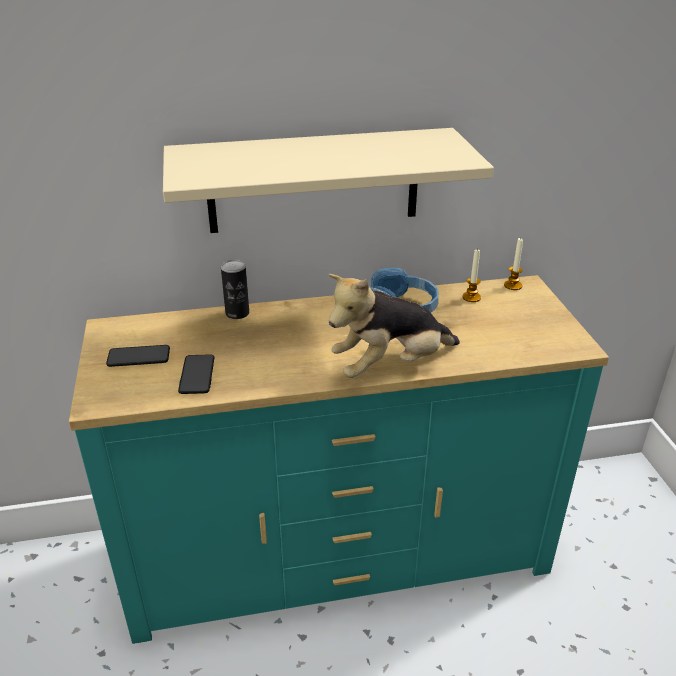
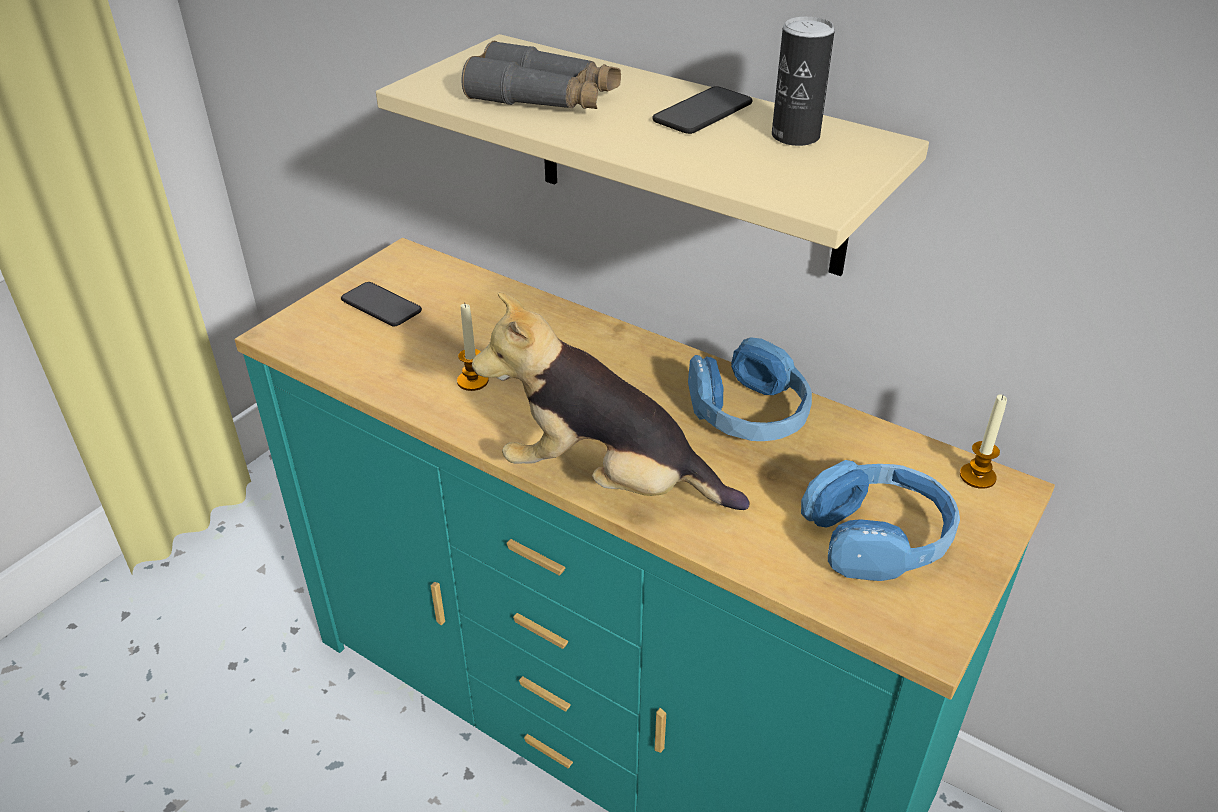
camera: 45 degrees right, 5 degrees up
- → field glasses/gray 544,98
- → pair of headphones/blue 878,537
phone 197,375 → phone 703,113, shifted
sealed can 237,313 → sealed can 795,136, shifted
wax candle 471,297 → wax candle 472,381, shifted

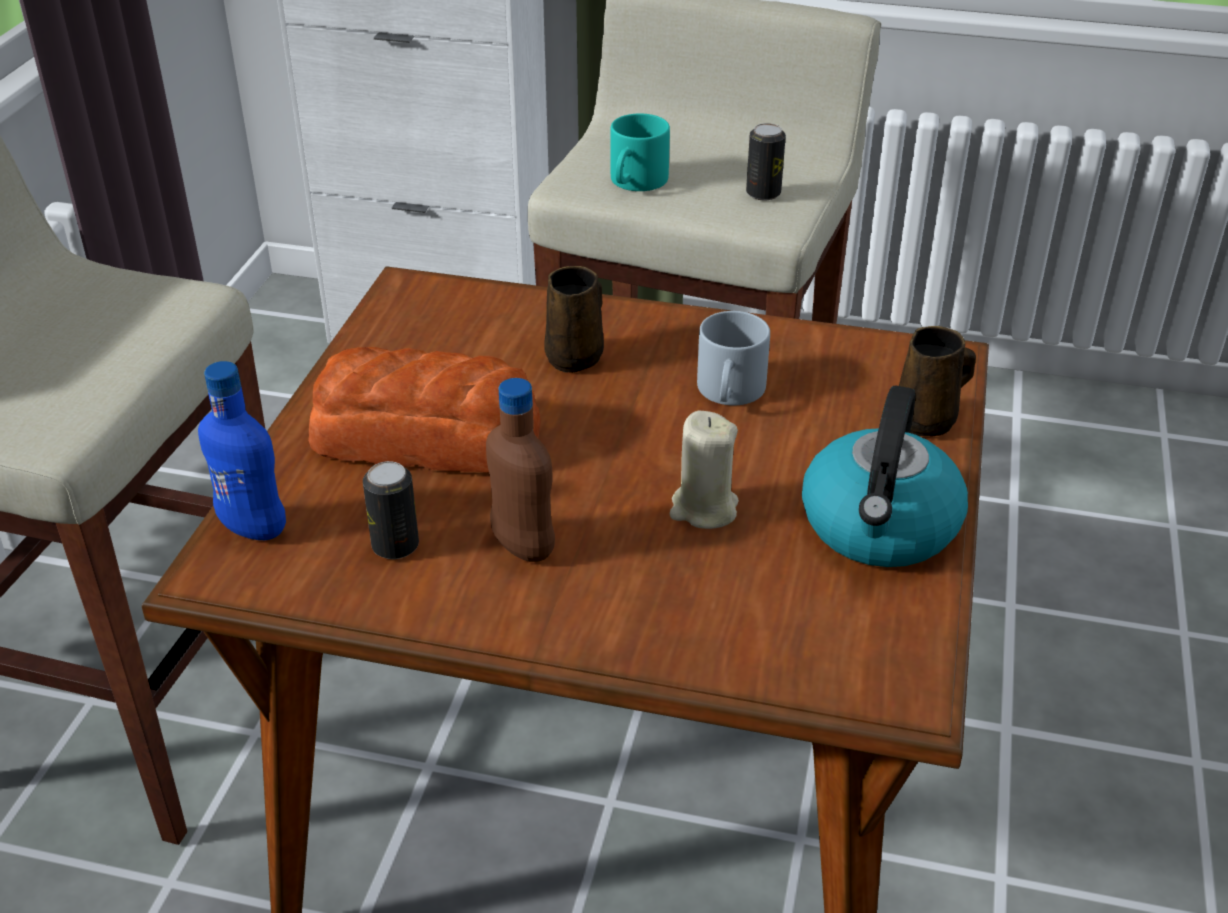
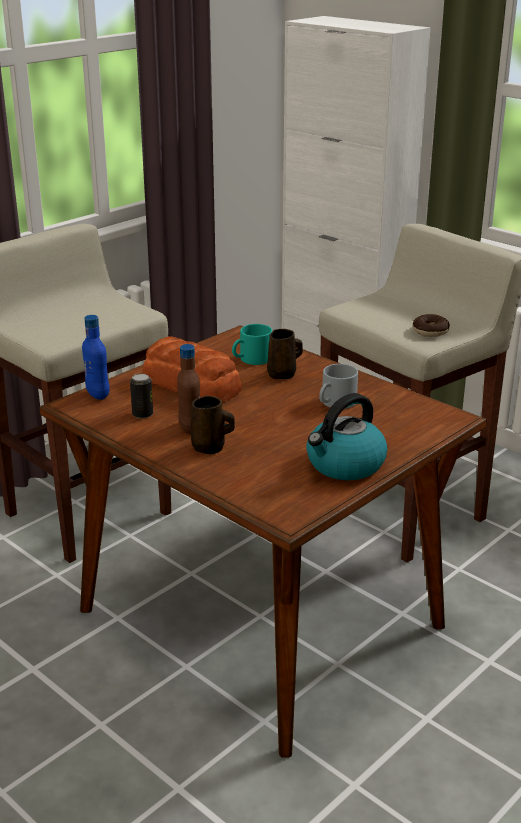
camera: 30 degrees right, 10 degrees down
wax candle/beige 703,509 → -
mug/turquoise-coloured 636,183 → mug/turquoise-coloured 251,360, shifted
mug/brownish 927,421 → mug/brownish 210,448, shifted
sealed can 763,193 → doughnut 430,331

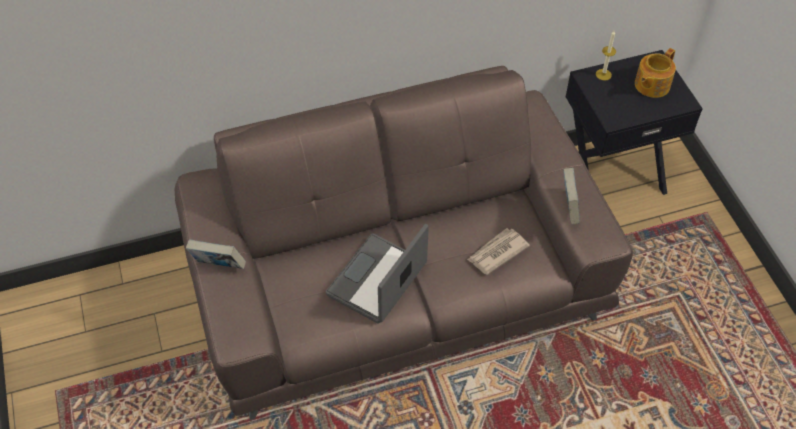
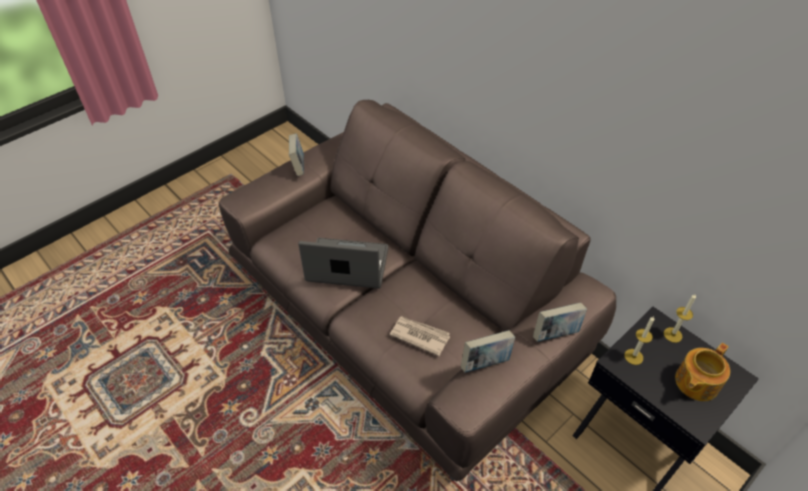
camera: 65 degrees right, 5 degrees down
- → bound book 556,334
- → wax candle 633,356
pot for tea 651,85 → pot for tea 695,382, 60 degrees counterclockwise

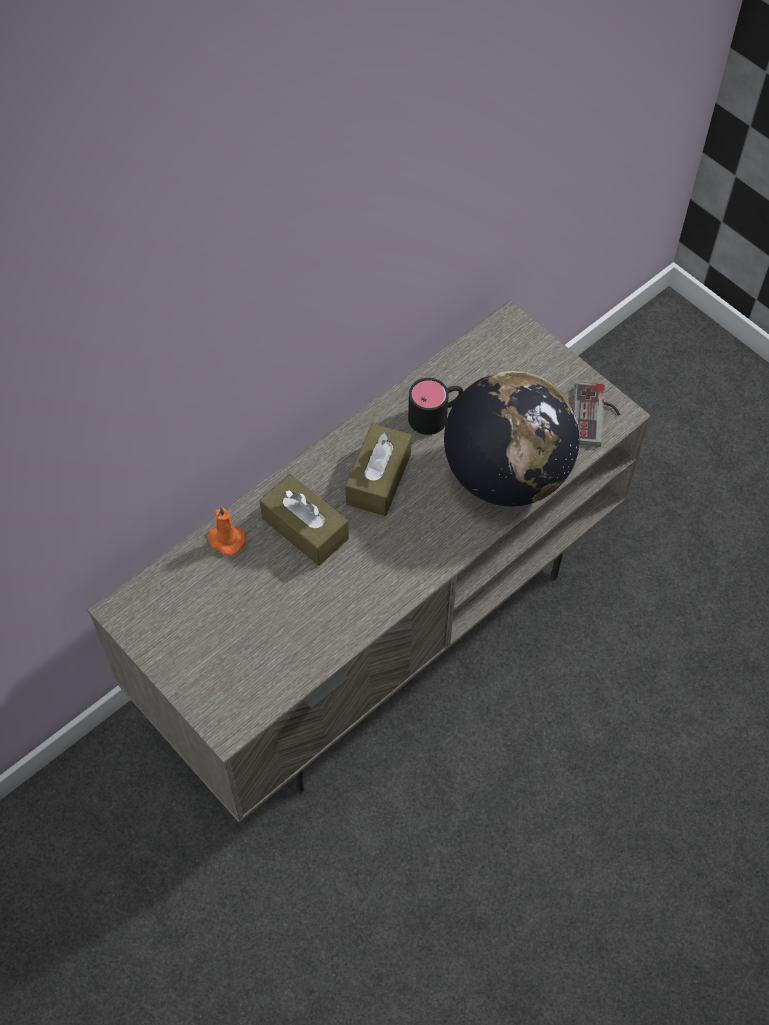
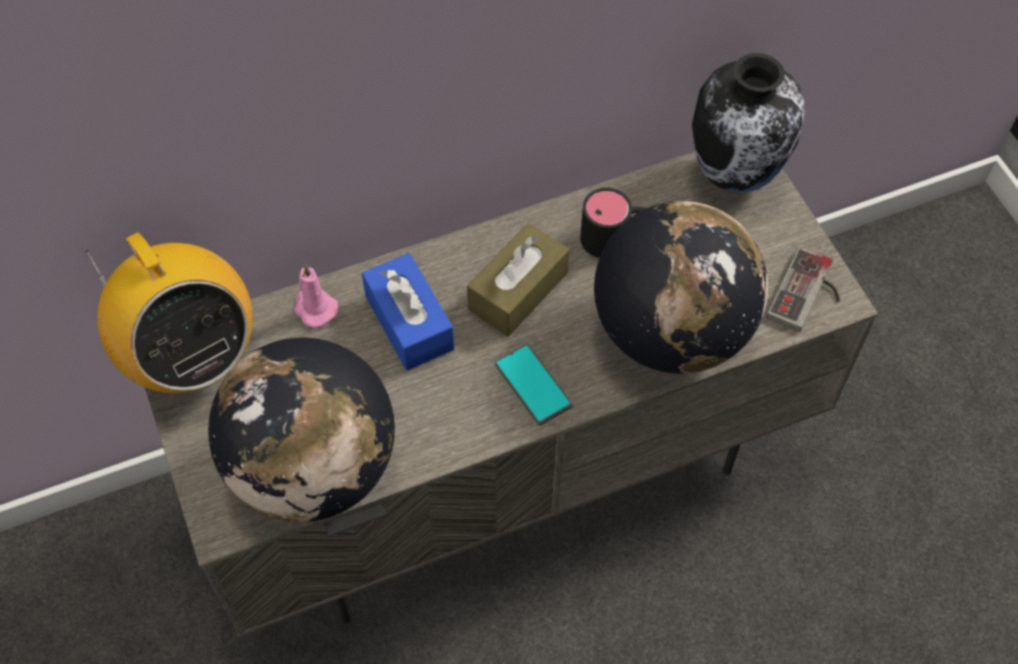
camera: 20 degrees right, 0 degrees up
- → radio set 192,358
- → world globe 314,469
- → phone 533,385
- → decorative vase 735,176
wax candle/orangey 225,540 → wax candle/pink 314,308
tissue holder/brownish 305,528 → tissue holder/blue 409,322

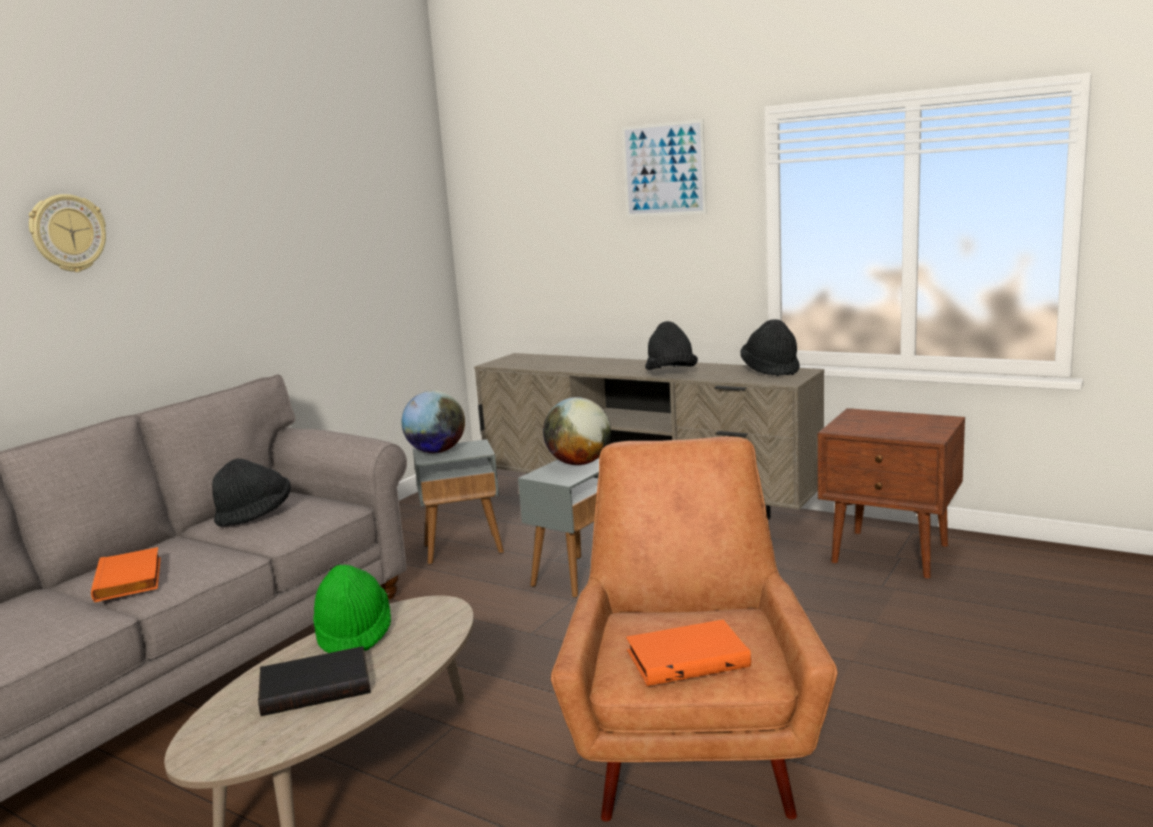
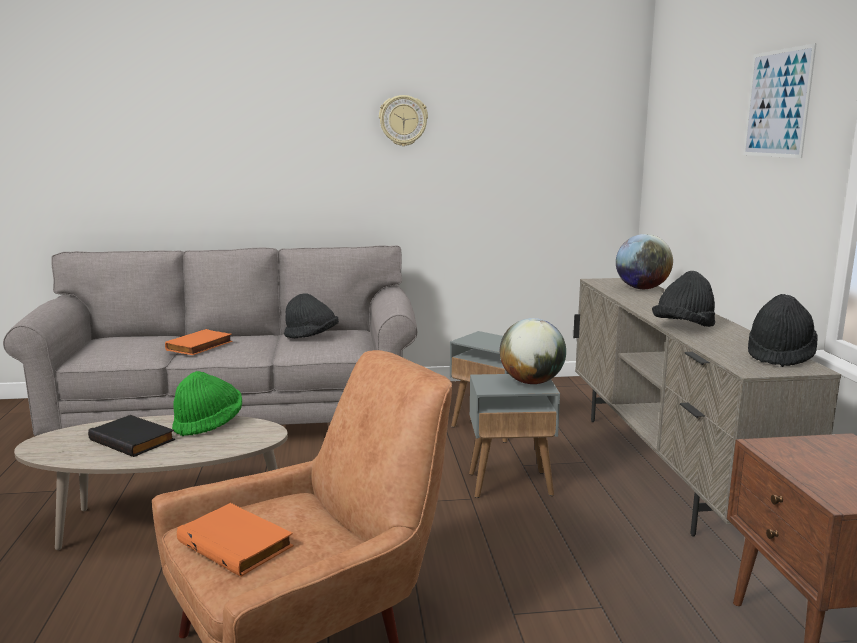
camera: 50 degrees right, 0 degrees up
wall clock 68,233 → wall clock 403,120, shifted
world globe 436,451 → world globe 642,288, shifted

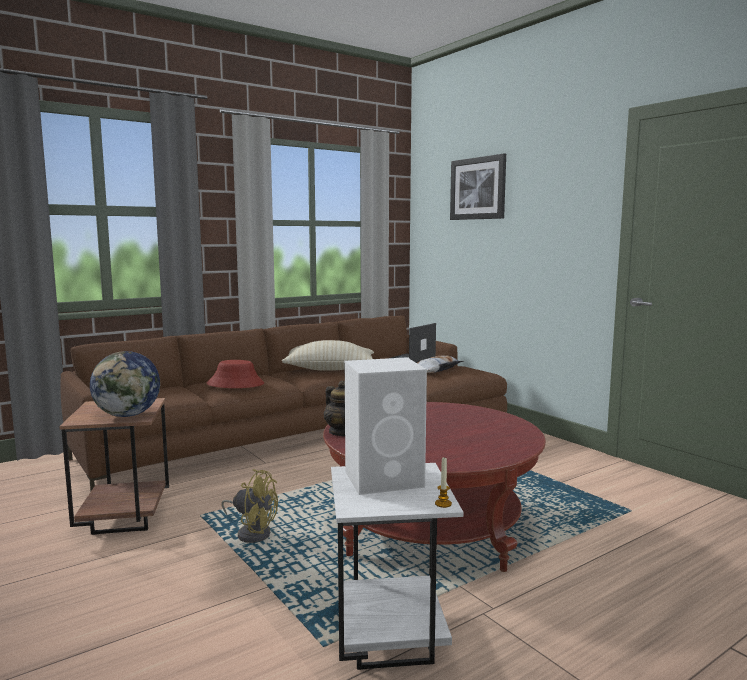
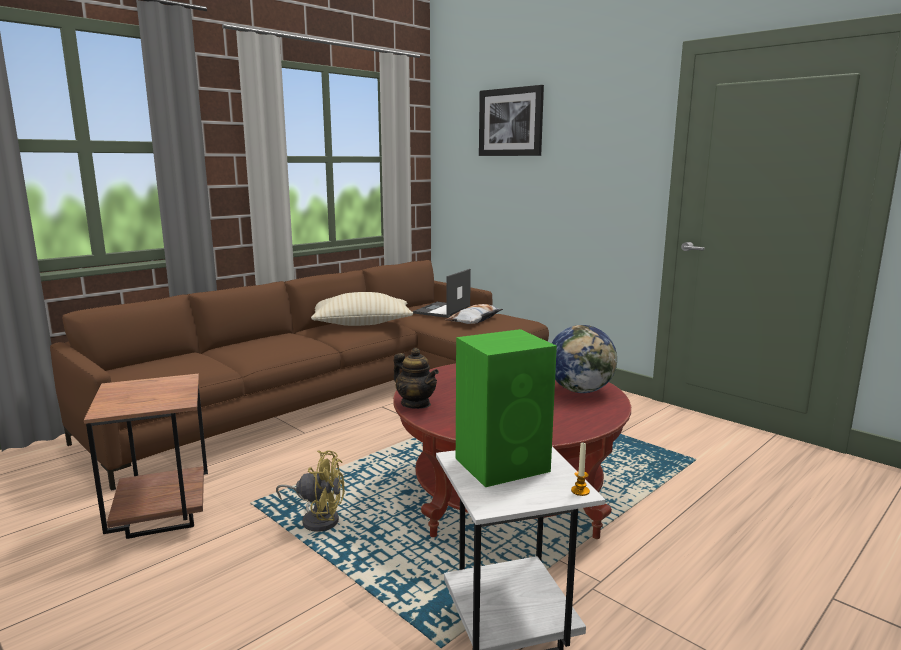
camera: 10 degrees left, 5 degrees up
wearable hat/red 235,384 → -
world globe 128,415 → world globe 580,390, shifted
speaker/white-coloured 386,479 → speaker/green-coloured 504,464

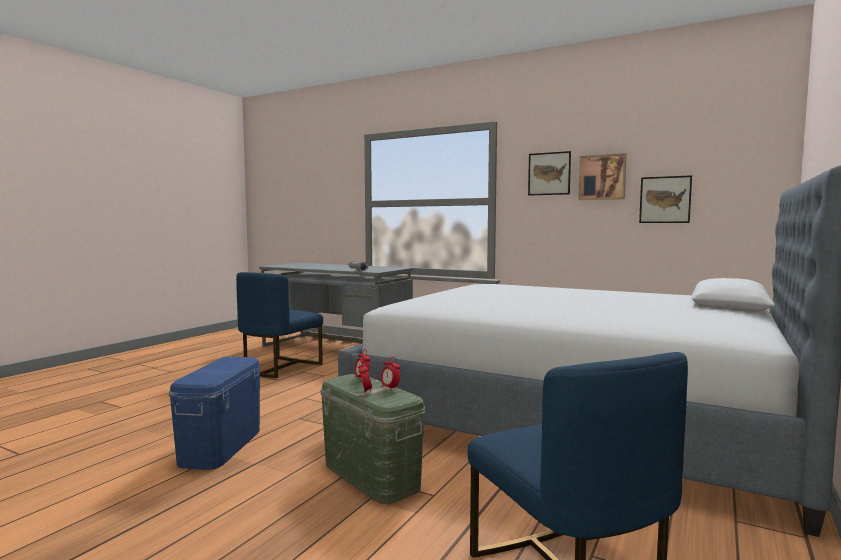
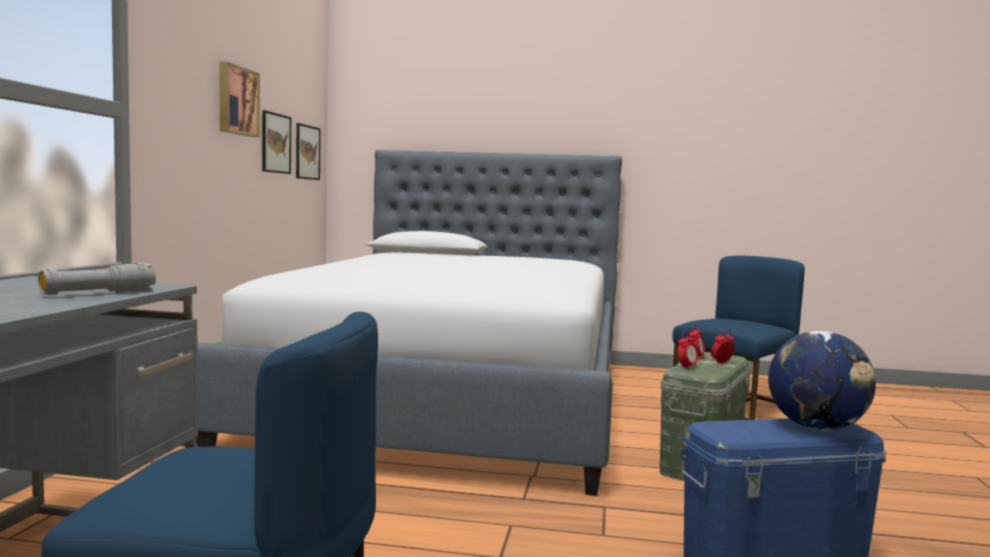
camera: 110 degrees left, 0 degrees up
- → world globe 817,428
wall picture 549,173 → wall picture 307,152, shifted

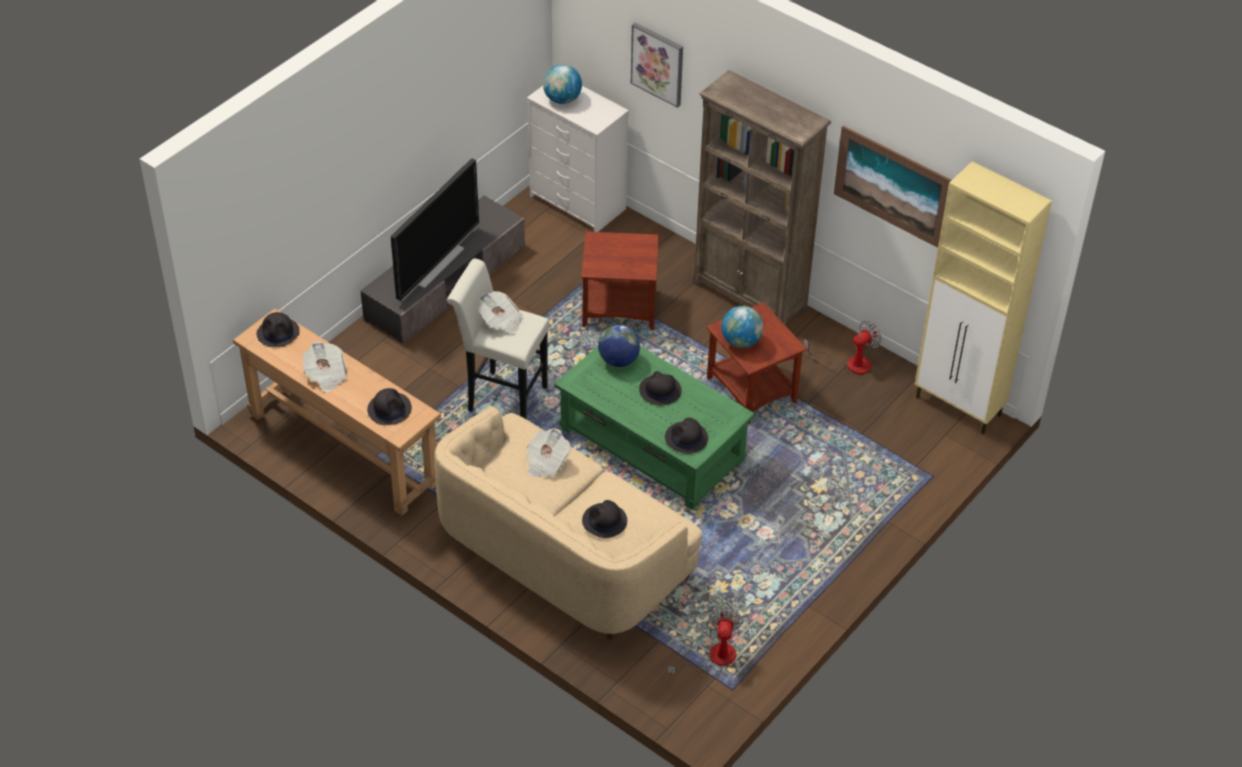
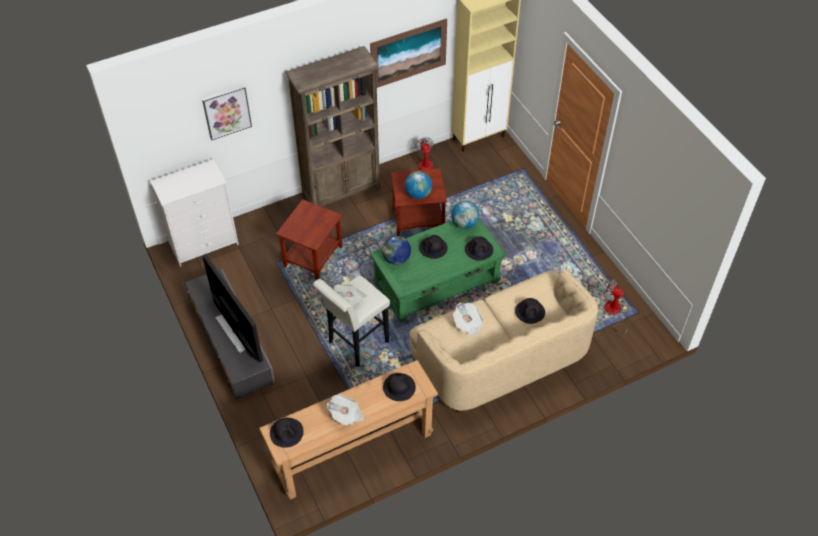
camera: 65 degrees left, 5 degrees up
world globe 562,99 → world globe 464,223, shifted

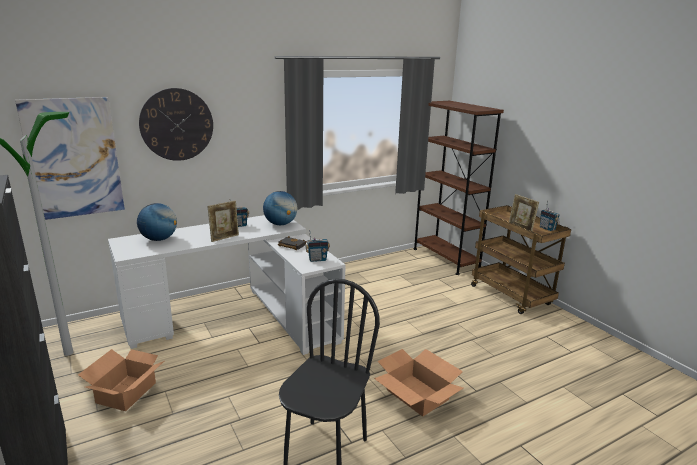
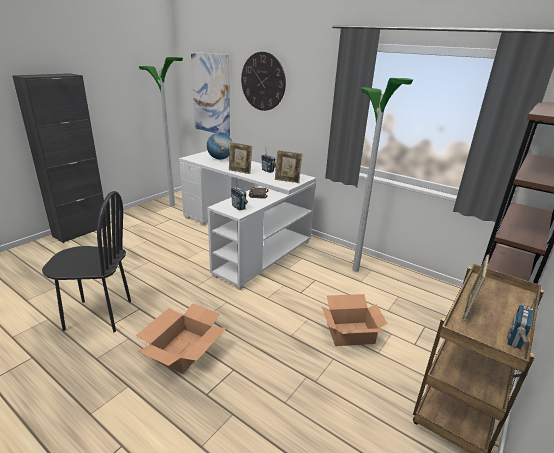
camera: 65 degrees right, 5 degrees up
- → standard lamp 355,270
carton 127,392 → carton 351,334, shifted
world globe 280,224 → photo frame 287,181

